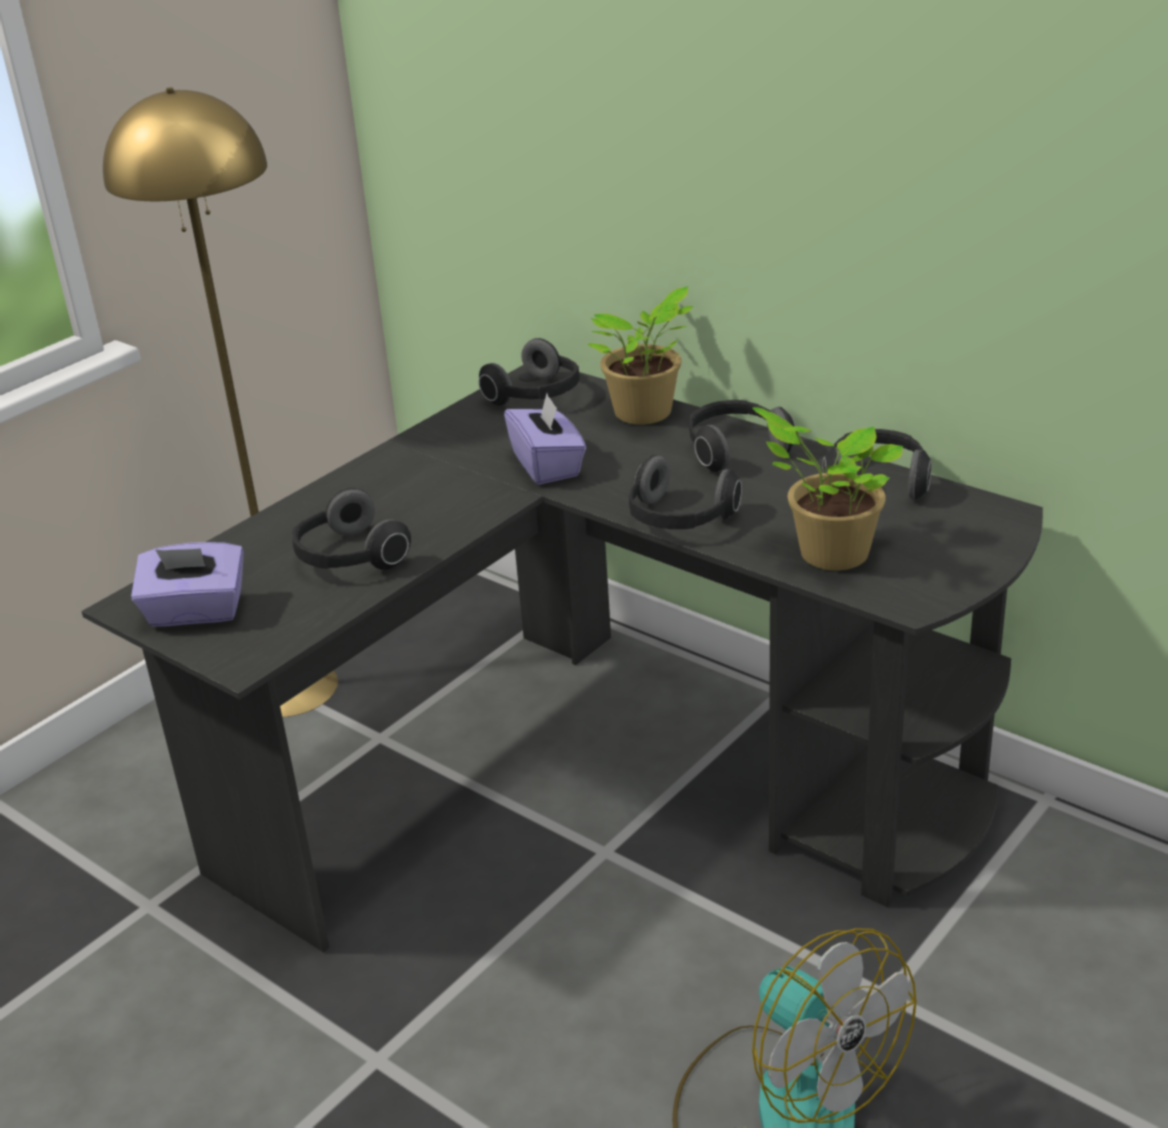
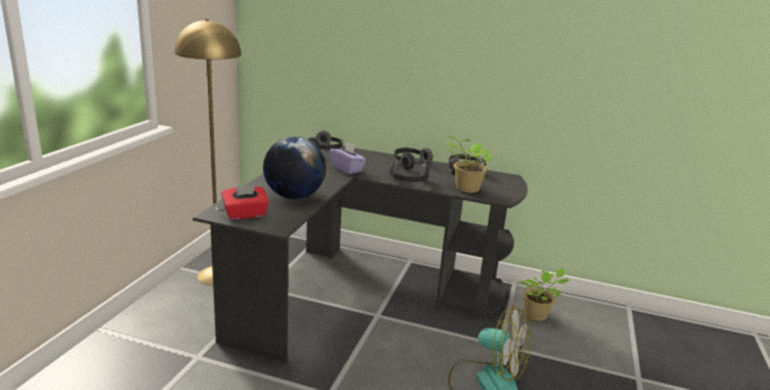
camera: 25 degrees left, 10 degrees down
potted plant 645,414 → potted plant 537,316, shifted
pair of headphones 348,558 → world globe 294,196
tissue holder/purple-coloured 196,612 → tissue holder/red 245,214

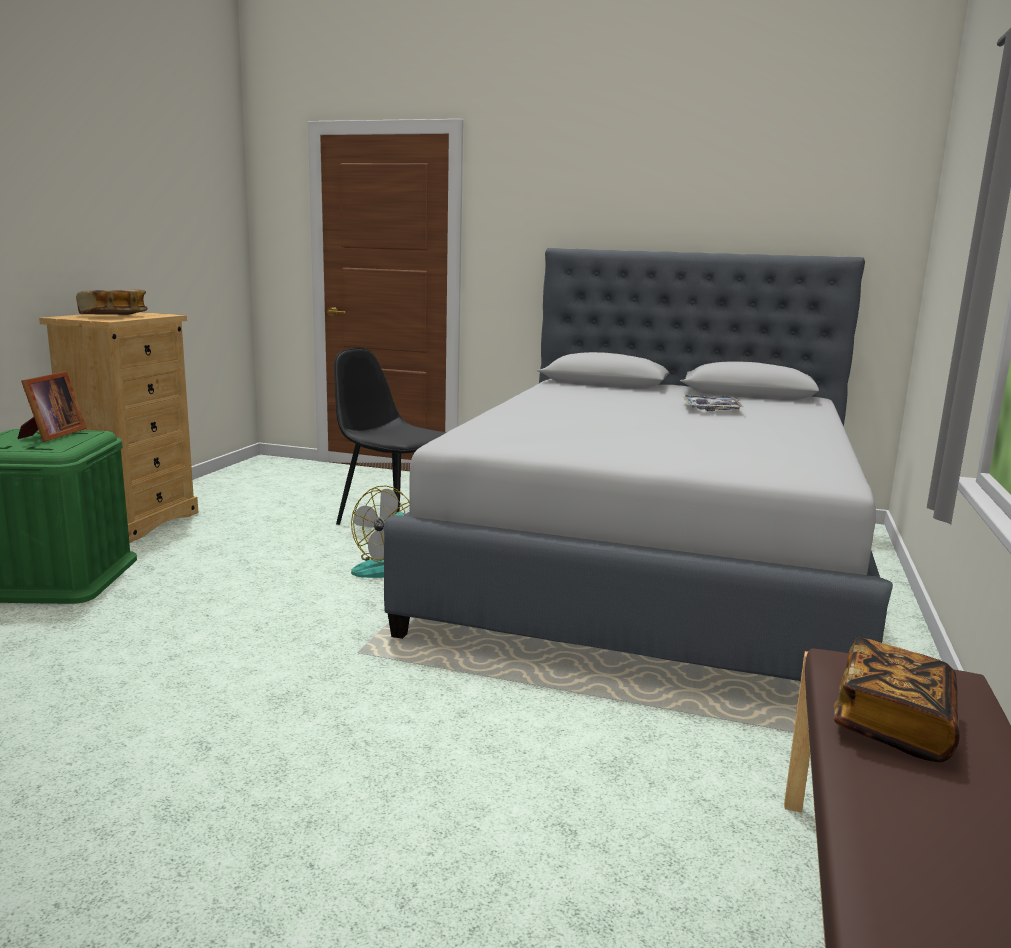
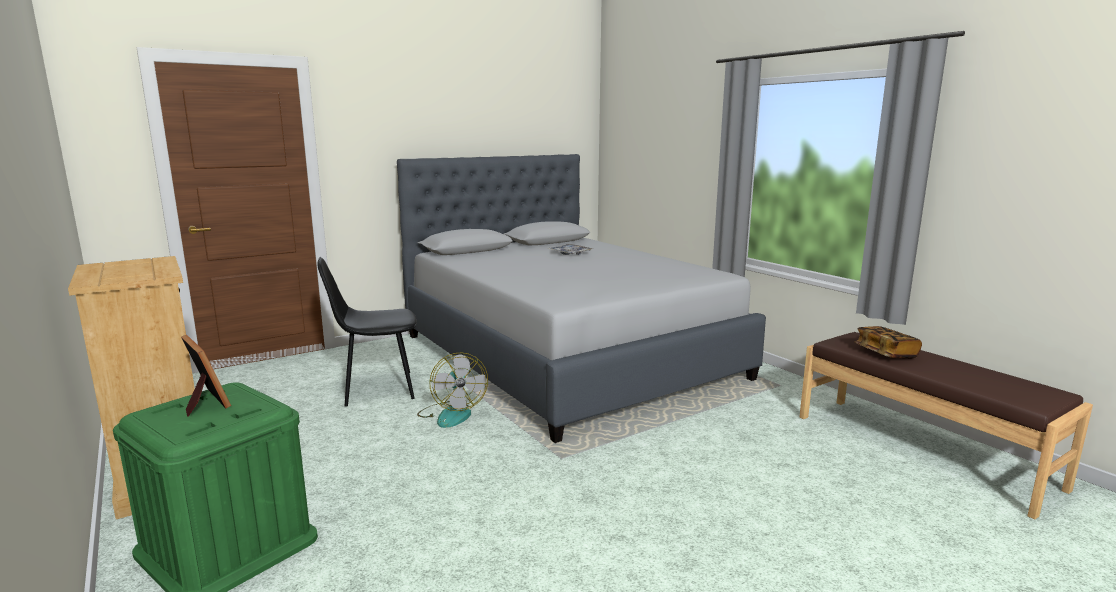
camera: 50 degrees left, 0 degrees up
bound book 113,316 → -

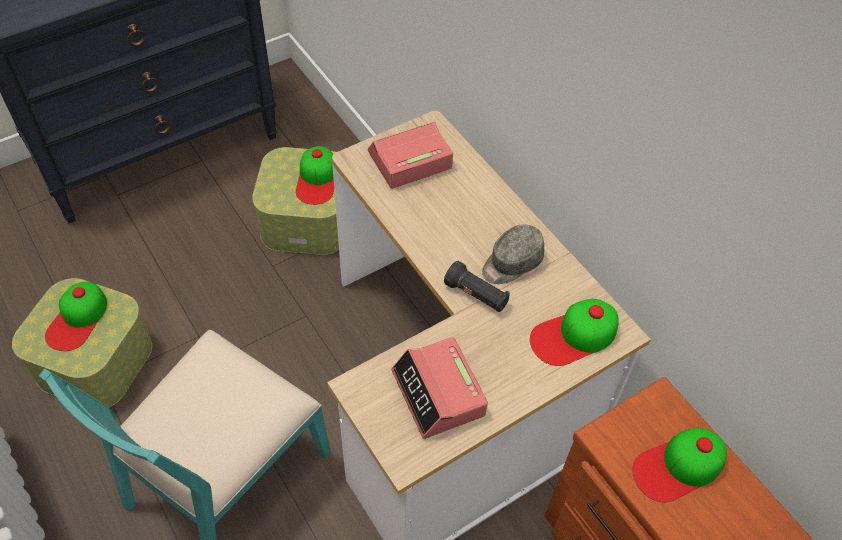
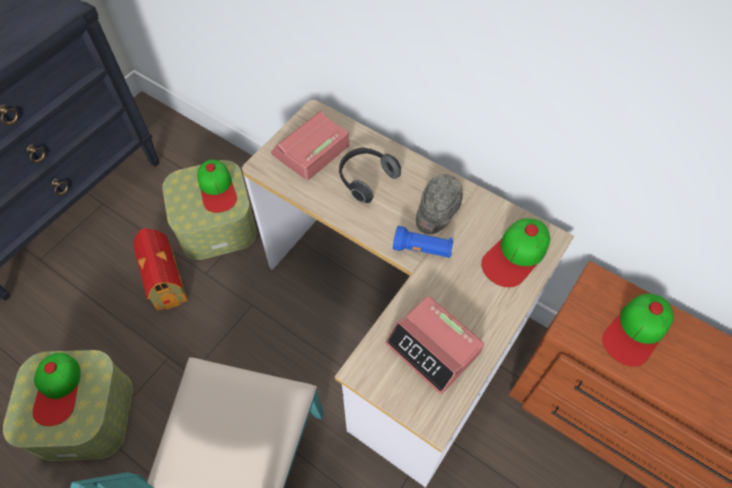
camera: 20 degrees left, 5 degrees up
- → miniature house 165,279
- → pair of headphones 366,179
hand torch/black-coloured 476,295 → hand torch/blue 422,249

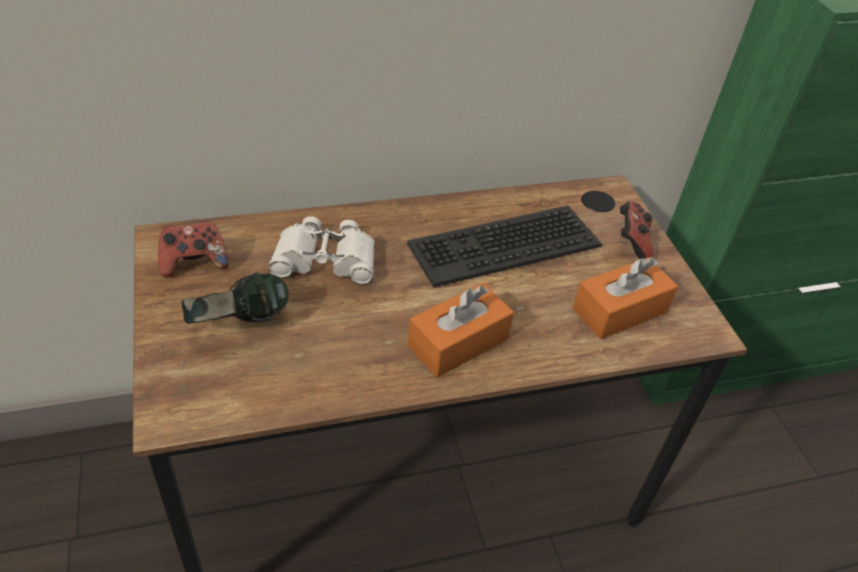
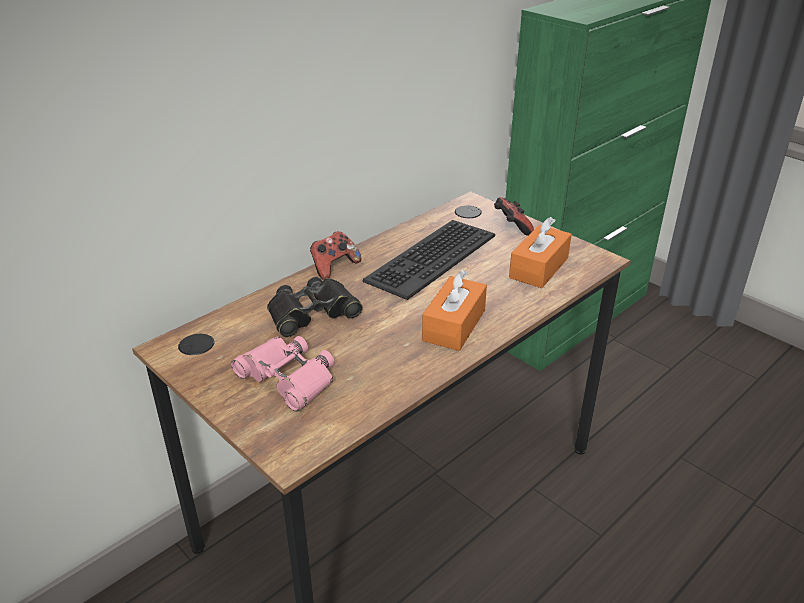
camera: 25 degrees left, 10 degrees down
gamepad 194,263 → gamepad 334,267, shifted
pair of headphones 239,326 → field glasses/pink 287,378
field glasses/white-coloured 325,260 → field glasses/black-coloured 312,313

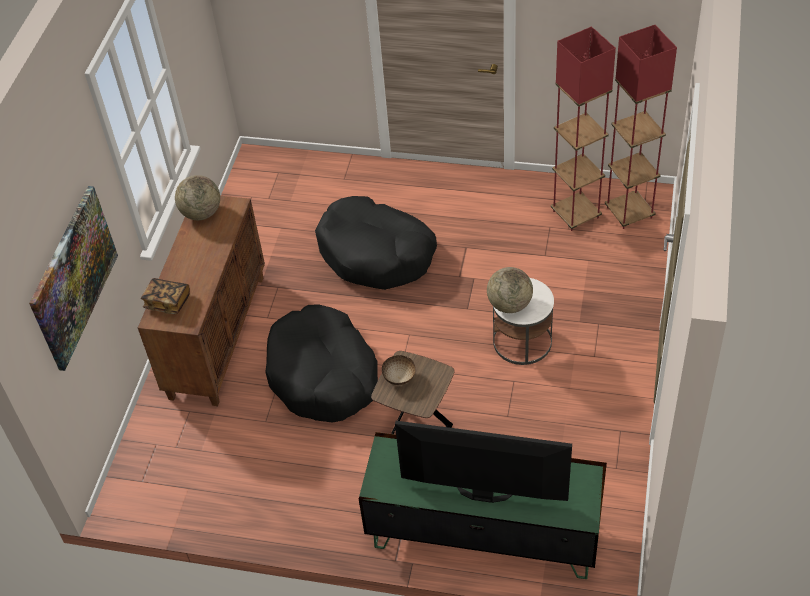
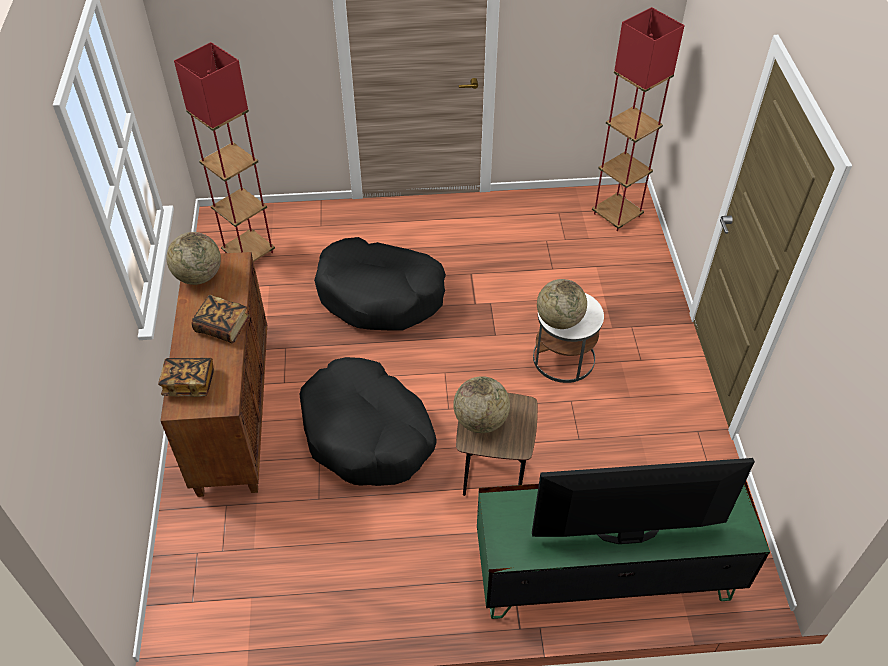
camera: 20 degrees left, 0 degrees up
wall picture 73,277 → -
- → bound book 223,327
standard lamp/red 576,214 → standard lamp/red 249,252, shifted
bowl 399,378 → world globe 480,421

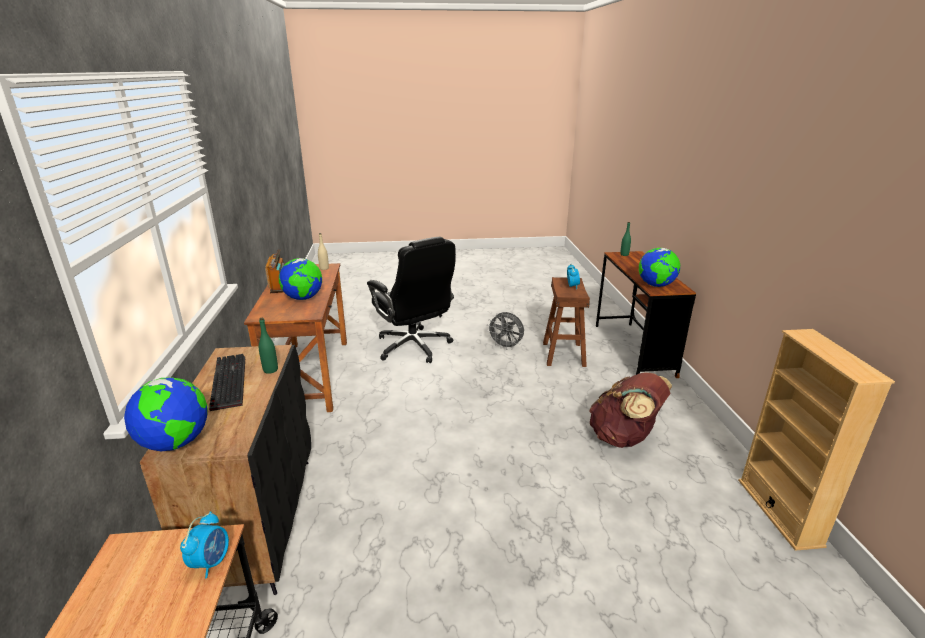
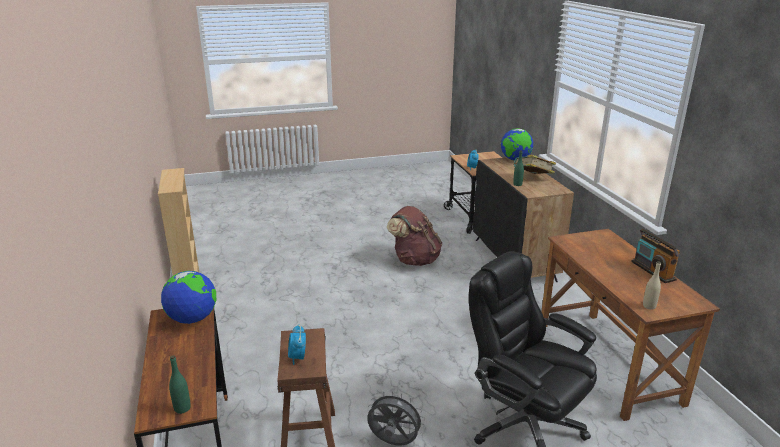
camera: 170 degrees right, 0 degrees up
world globe 303,298 → -
backpack/brownish 624,438 → backpack/brownish 414,260, shifted
keyboard 227,382 → bound book 532,178

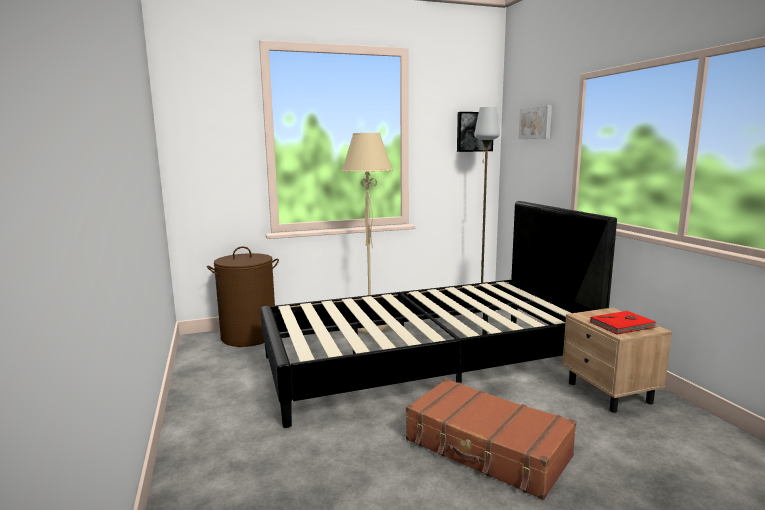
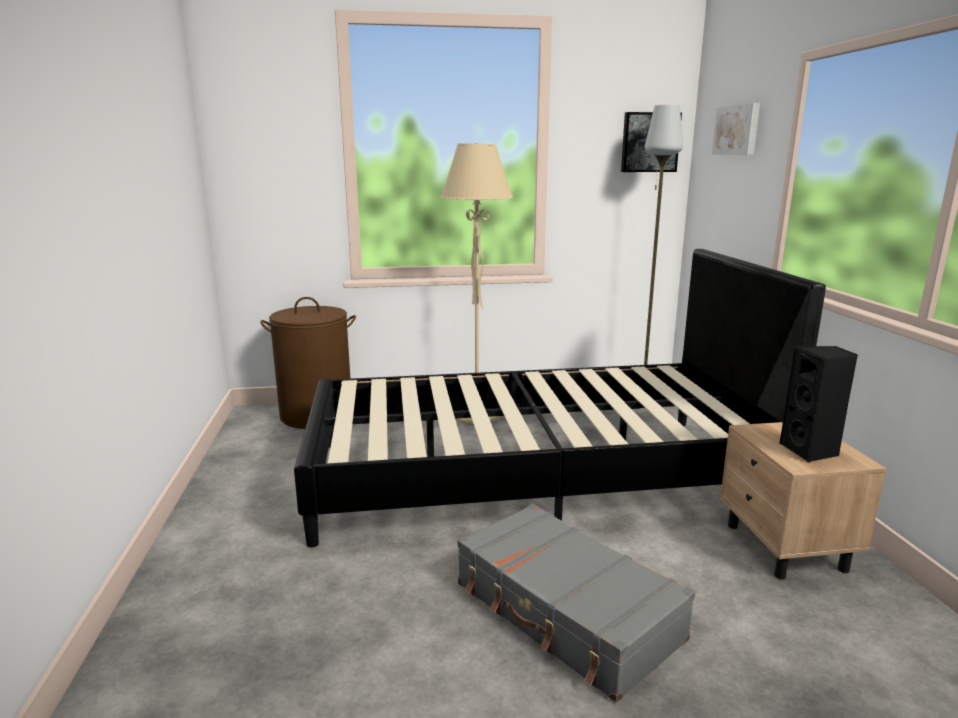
camera: 10 degrees right, 5 degrees up
bound book/red 623,325 → speaker/black-coloured 810,451
piece of luggage/brownish 487,449 → piece of luggage/gray 565,612

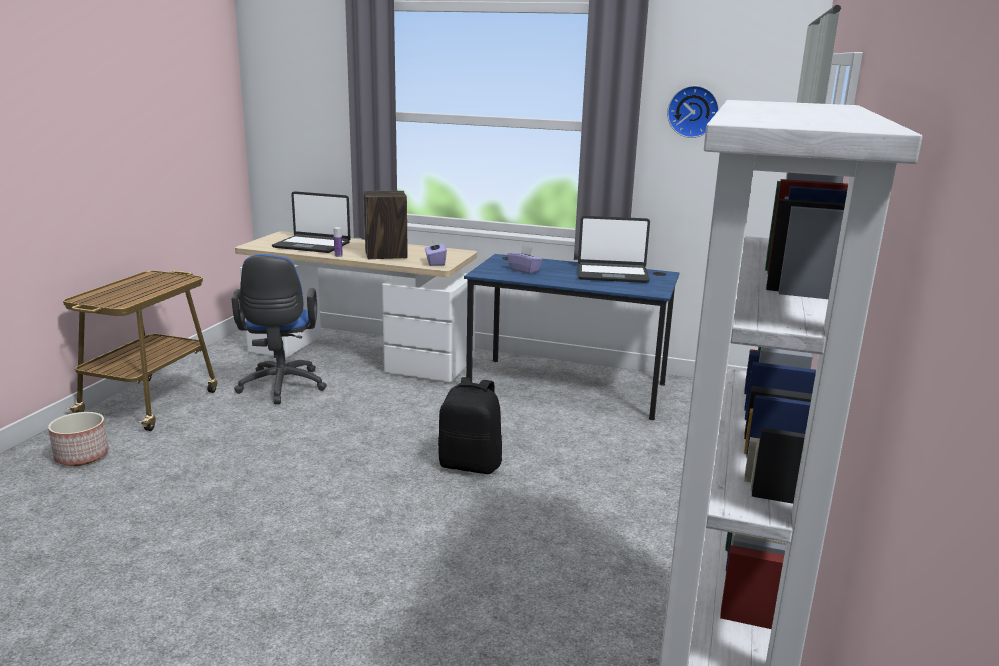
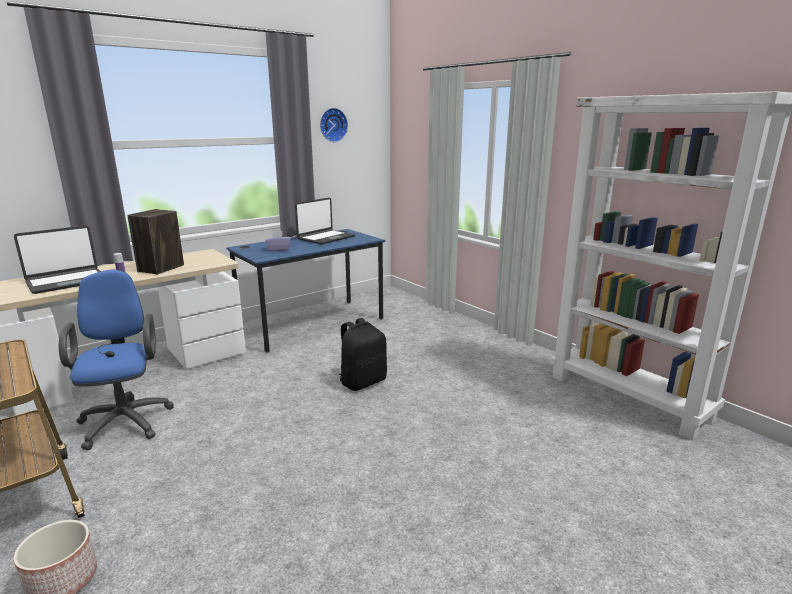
camera: 55 degrees left, 0 degrees up
tissue holder/purple-coloured 435,263 → -
office chair/blue 281,388 → office chair/blue 126,419, 135 degrees counterclockwise

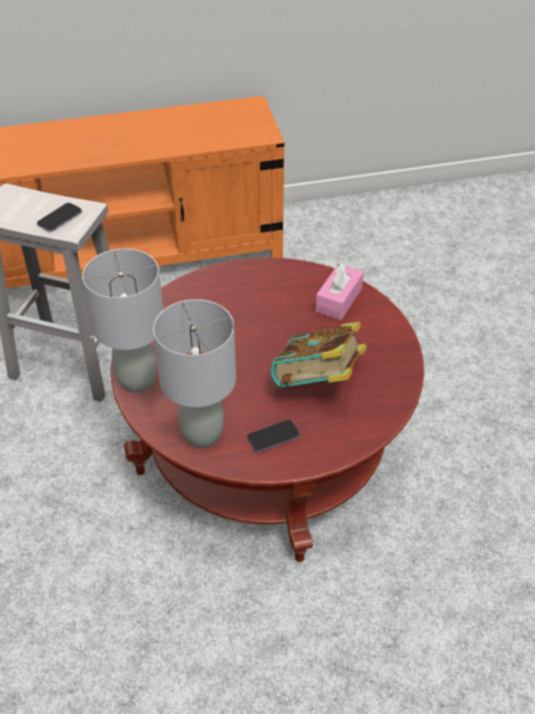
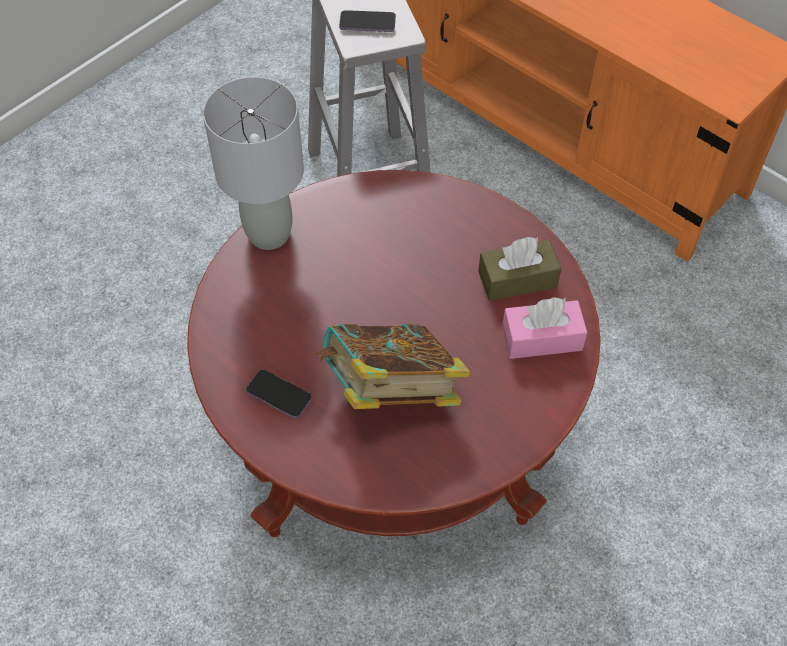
camera: 55 degrees right, 10 degrees up
lamp for a table/gray 203,434 → -
- → tissue holder/brownish 517,279

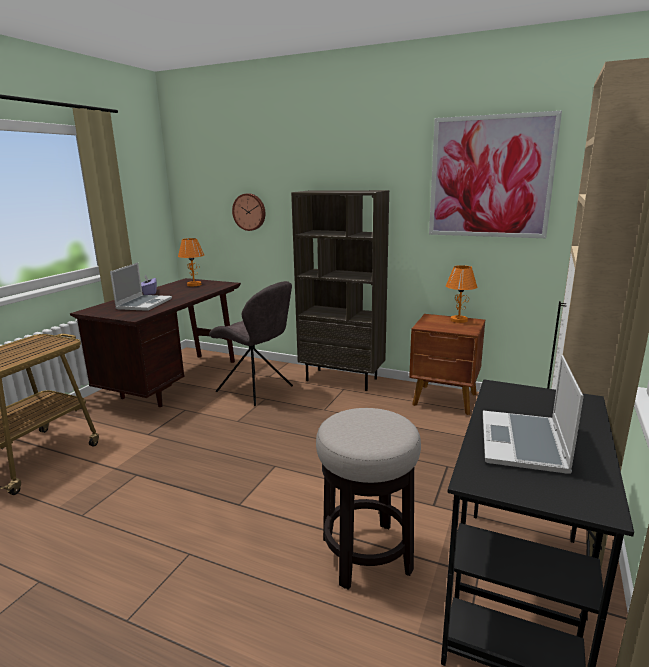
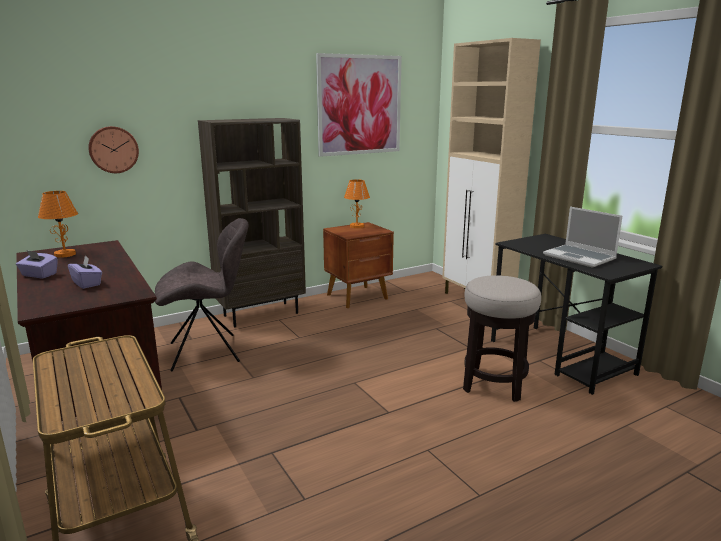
camera: 55 degrees left, 0 degrees up
notebook computer 144,304 → tissue holder/purple-coloured 87,283

